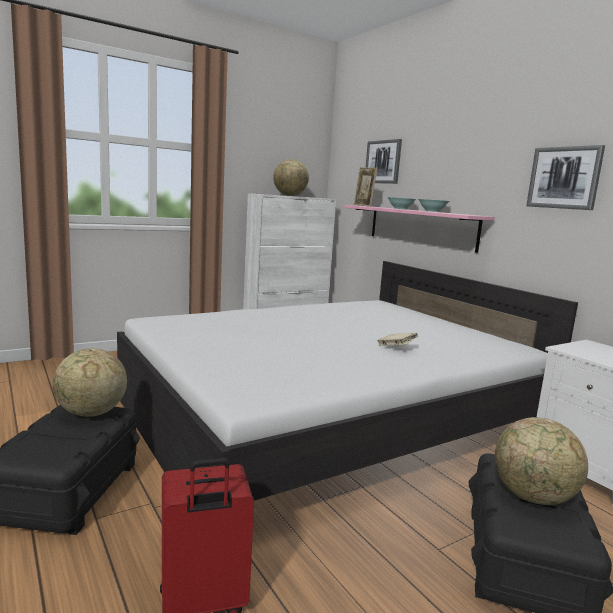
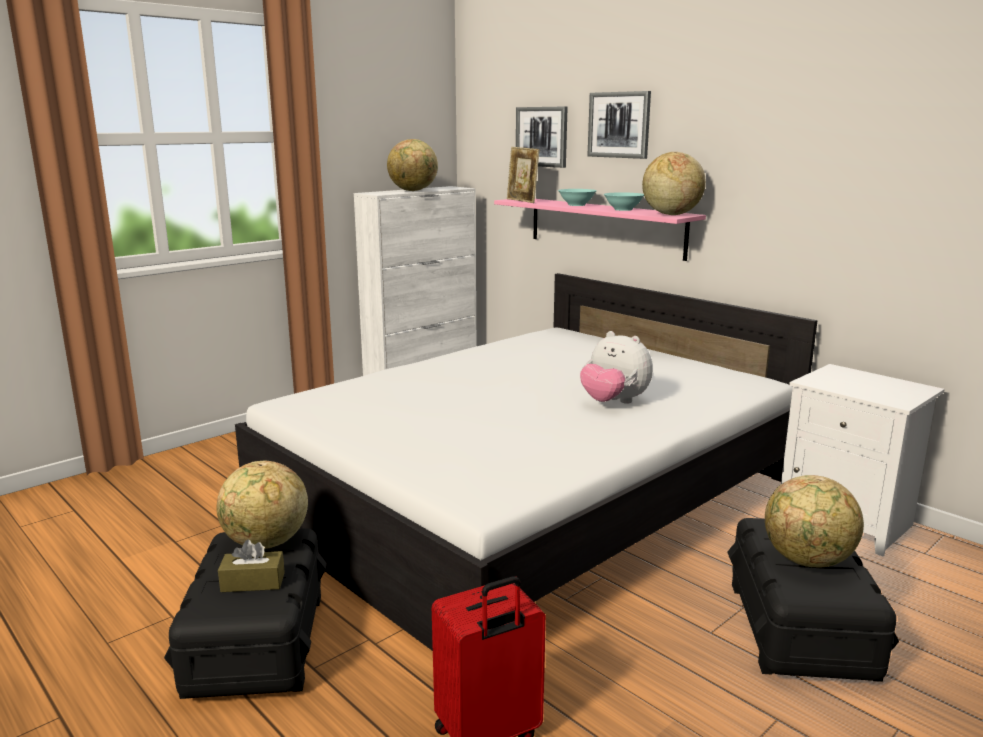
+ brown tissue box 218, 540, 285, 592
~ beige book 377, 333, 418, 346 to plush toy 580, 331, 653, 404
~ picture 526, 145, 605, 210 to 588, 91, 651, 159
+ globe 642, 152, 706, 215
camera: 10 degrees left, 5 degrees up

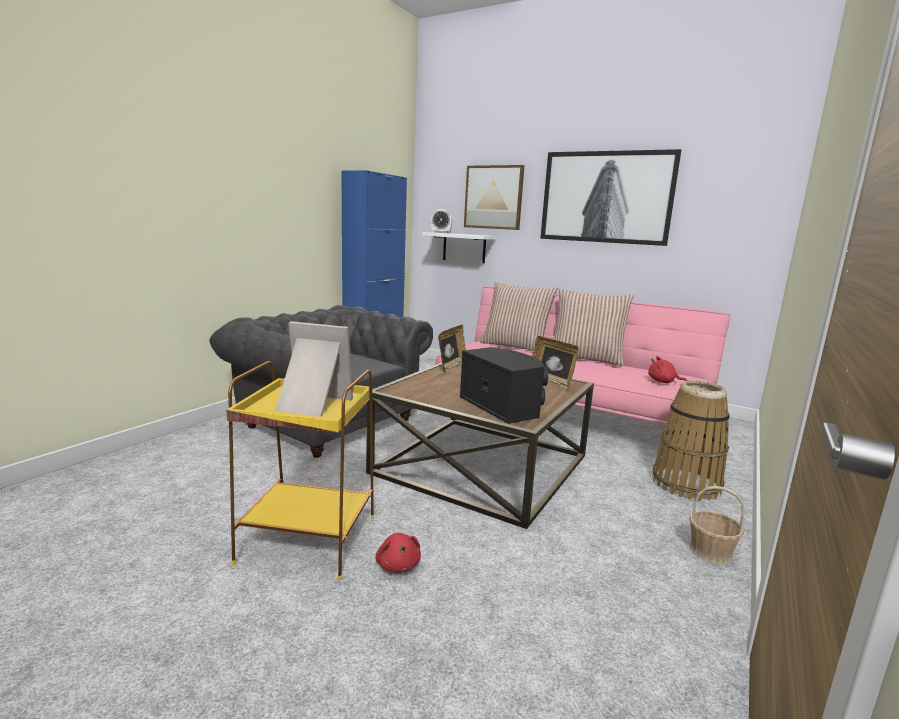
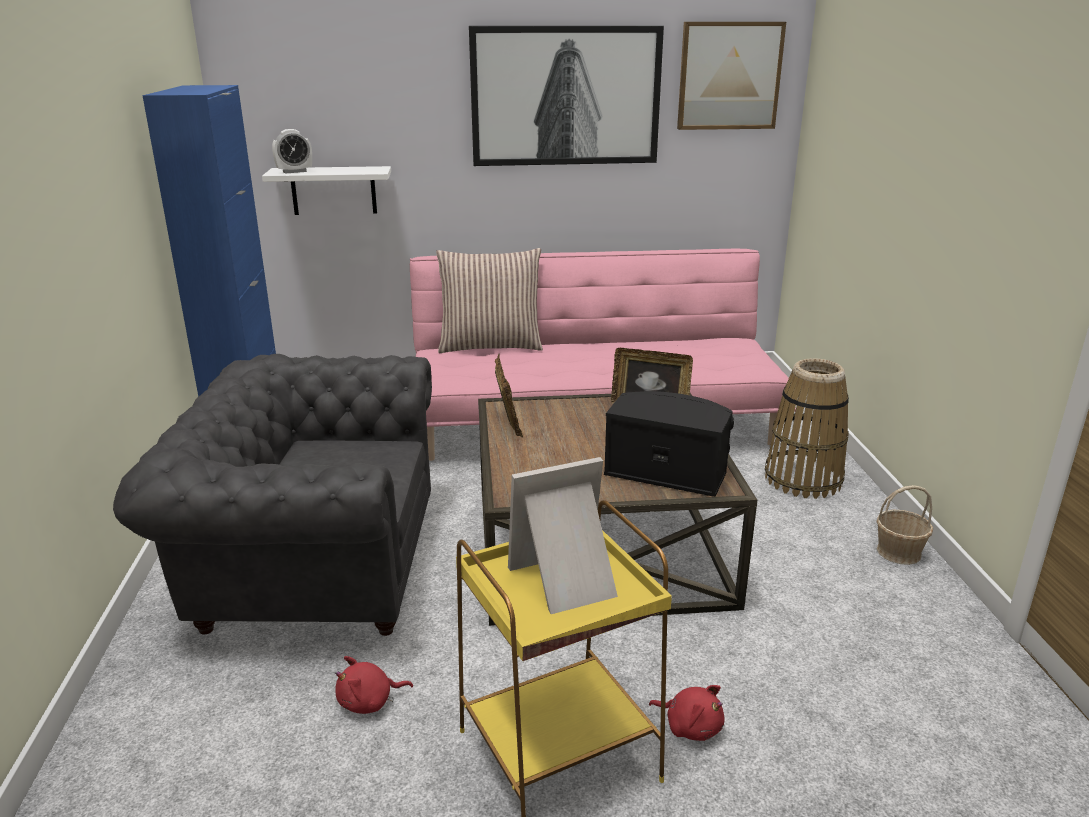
~ red plush toy 648, 356, 687, 384 to 335, 656, 413, 714
~ picture 464, 165, 524, 230 to 677, 22, 786, 130
- pillow 553, 289, 634, 366
camera: 35 degrees left, 10 degrees up

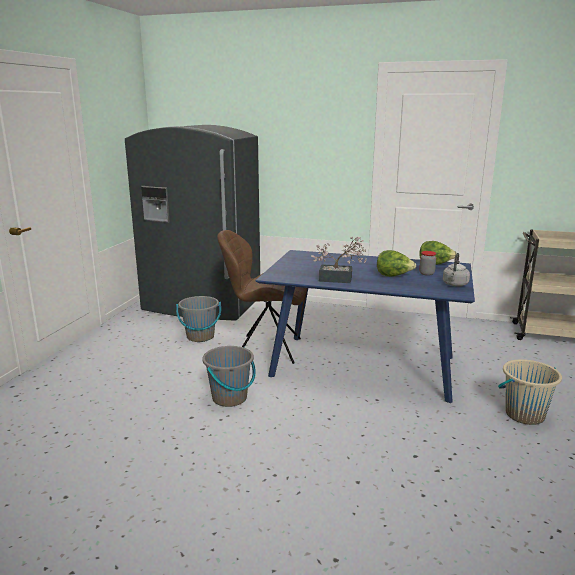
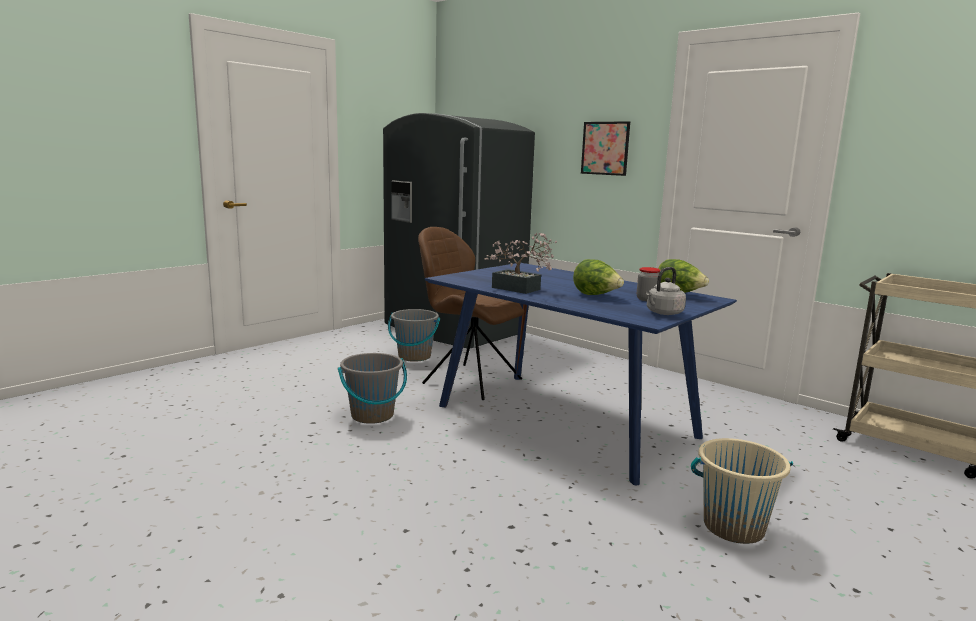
+ picture 581, 121, 630, 176
camera: 25 degrees right, 5 degrees down

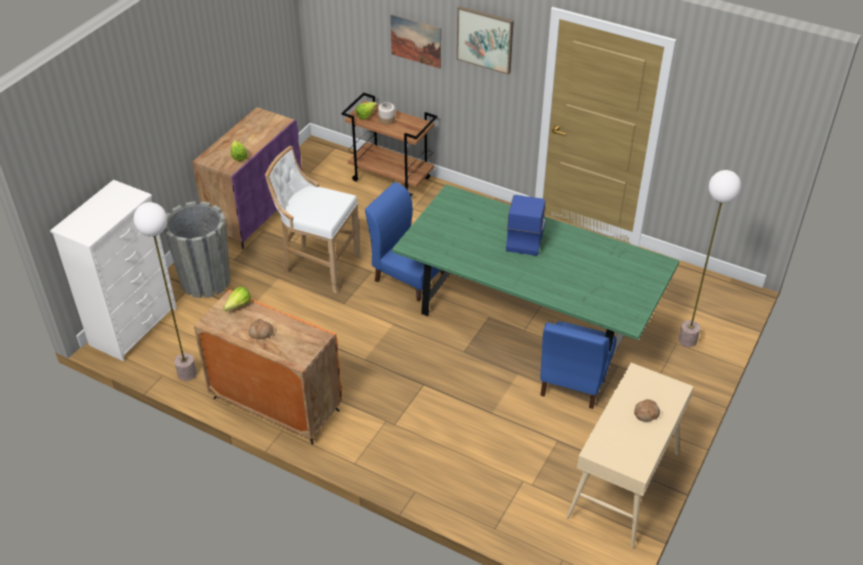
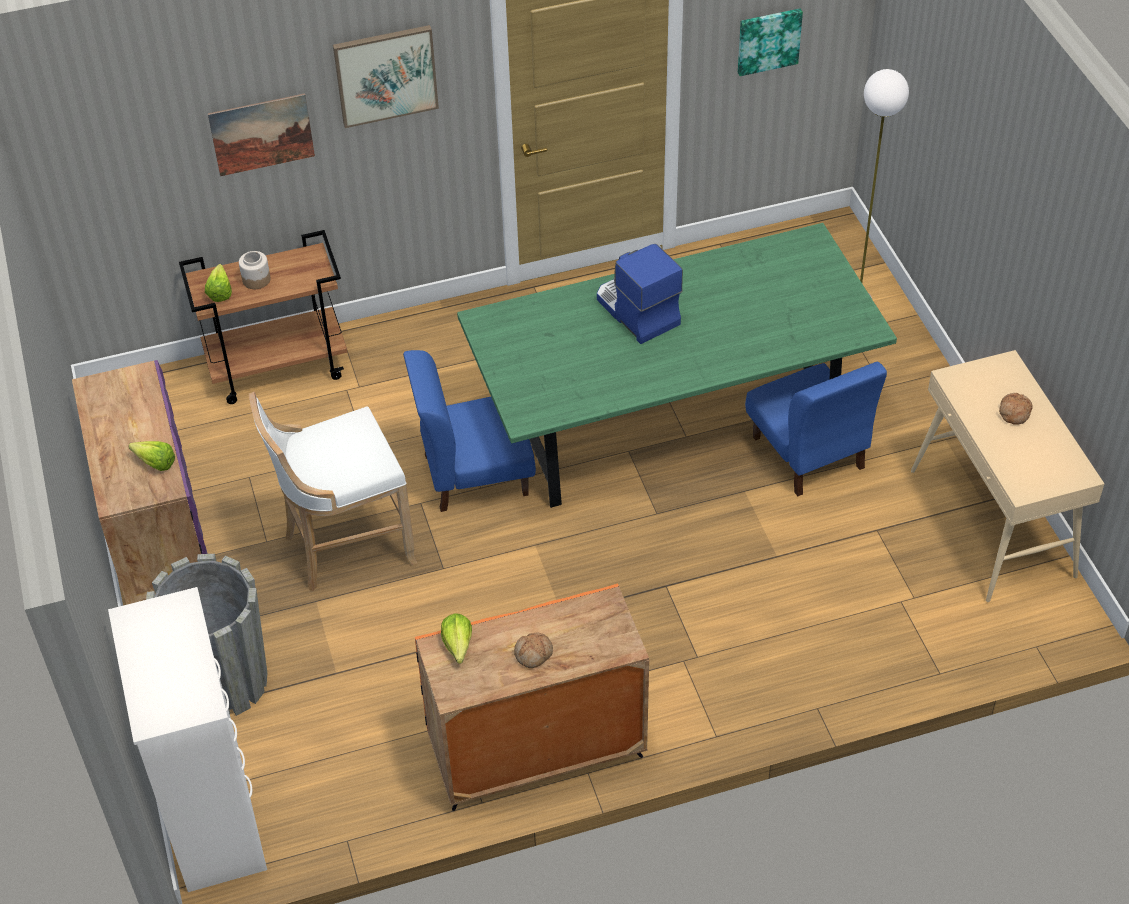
+ picture 738, 8, 803, 76
- floor lamp 134, 202, 197, 381
camera: 45 degrees left, 5 degrees up

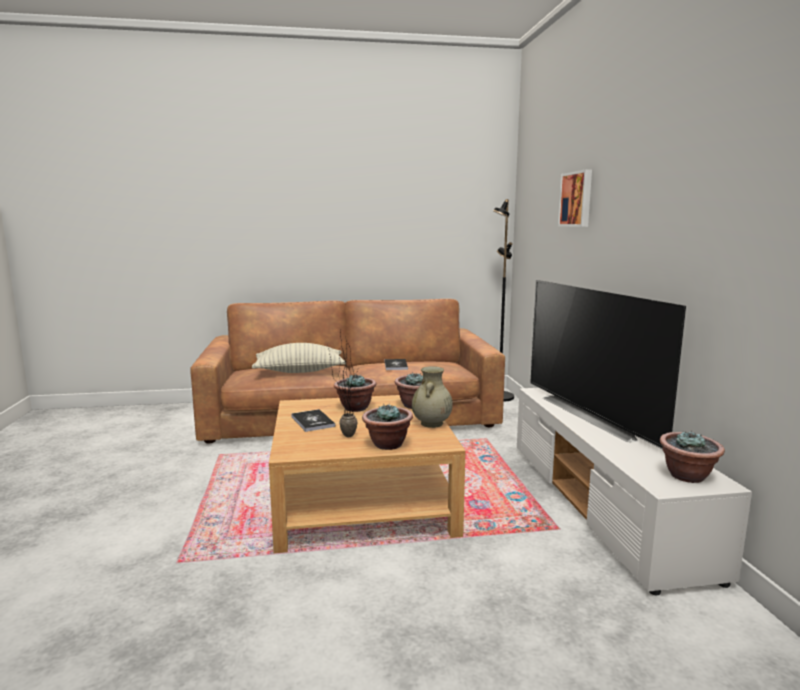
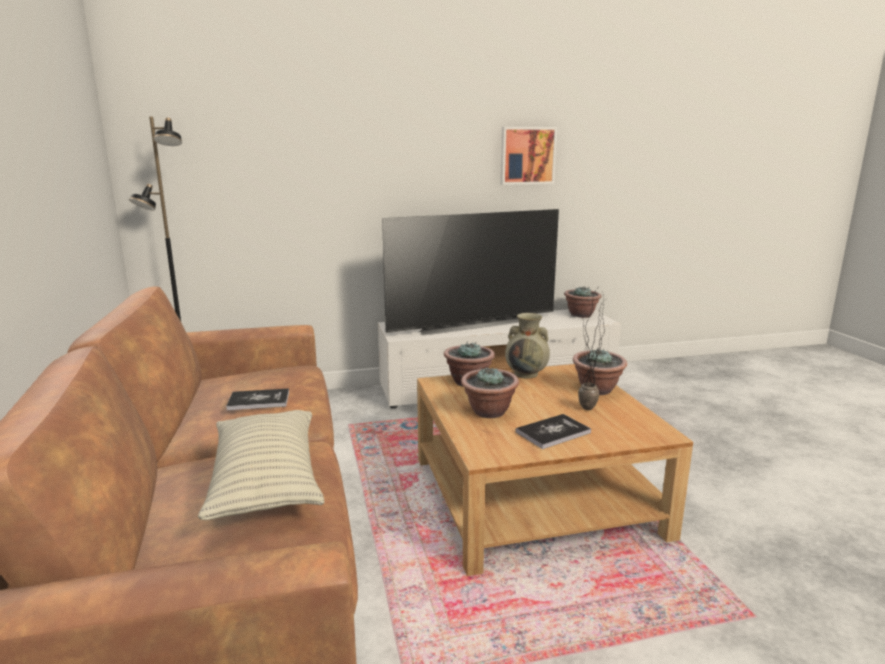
~ picture 558, 170, 592, 227 to 500, 127, 557, 185
camera: 95 degrees left, 5 degrees up

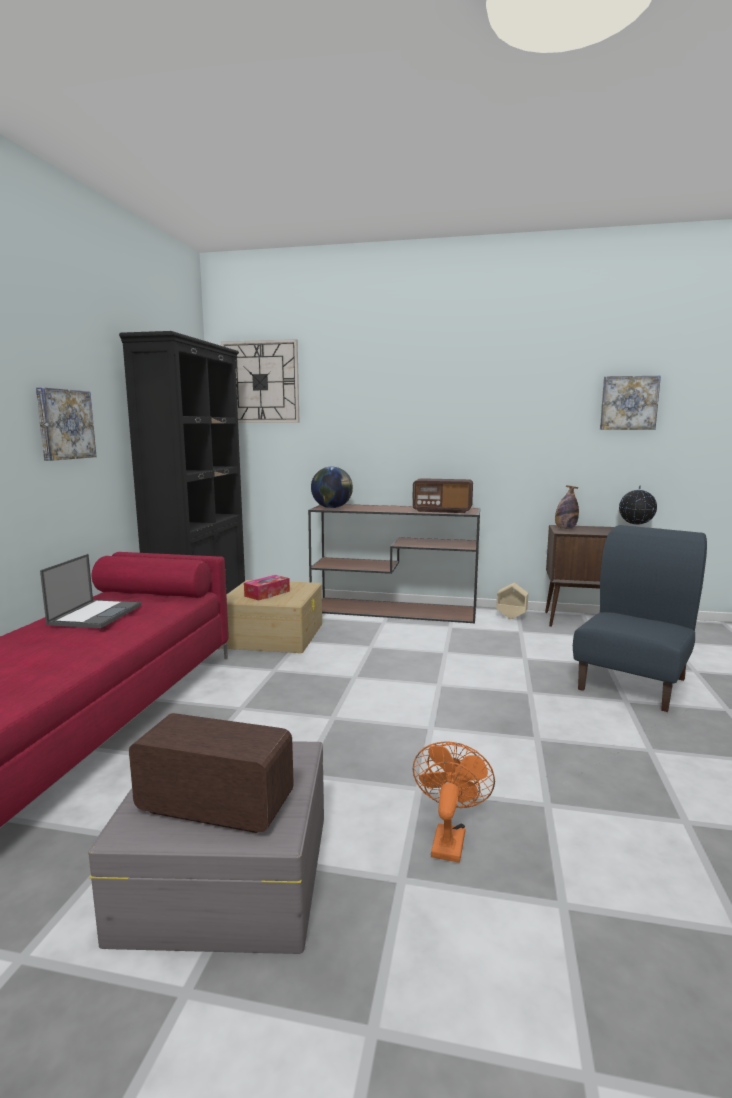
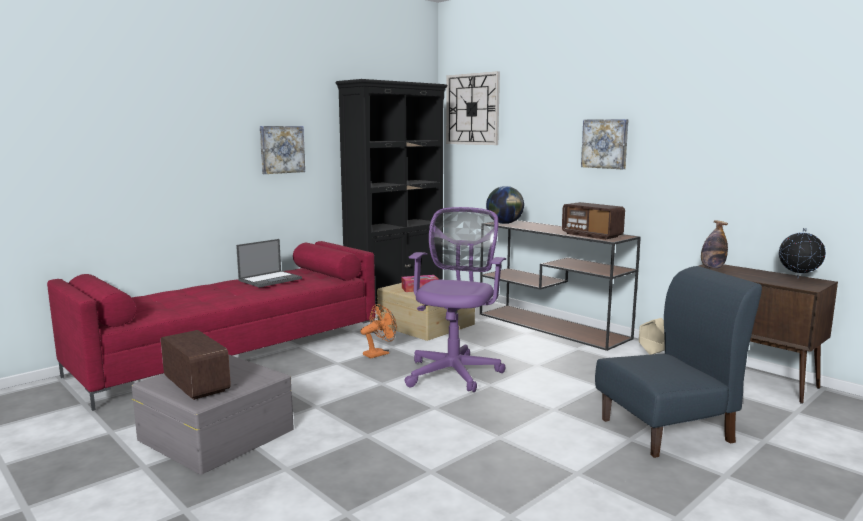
~ orange fan 413, 741, 495, 863 to 360, 304, 397, 359
+ purple office chair 405, 207, 506, 392
~ picture 600, 376, 661, 430 to 581, 119, 629, 169
camera: 35 degrees right, 0 degrees up

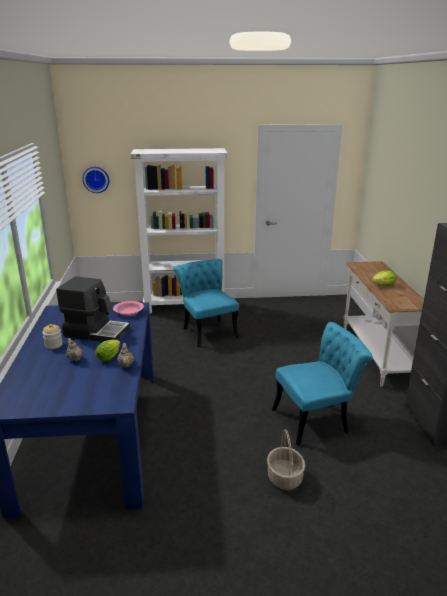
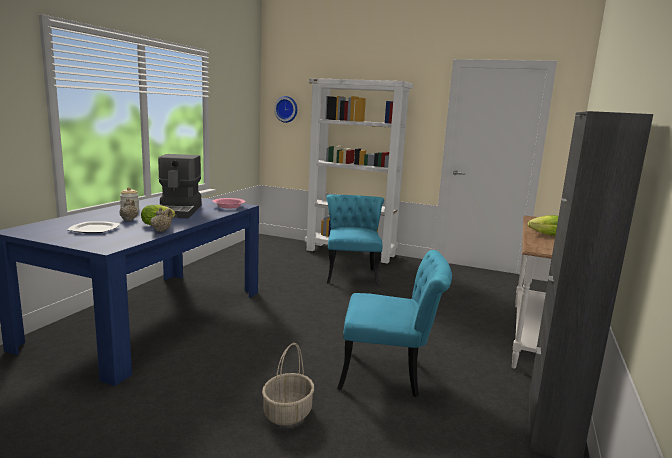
+ plate 68, 221, 120, 233
~ coffee machine 56, 276, 130, 342 = 158, 154, 201, 218 45 degrees clockwise
camera: 25 degrees right, 10 degrees down

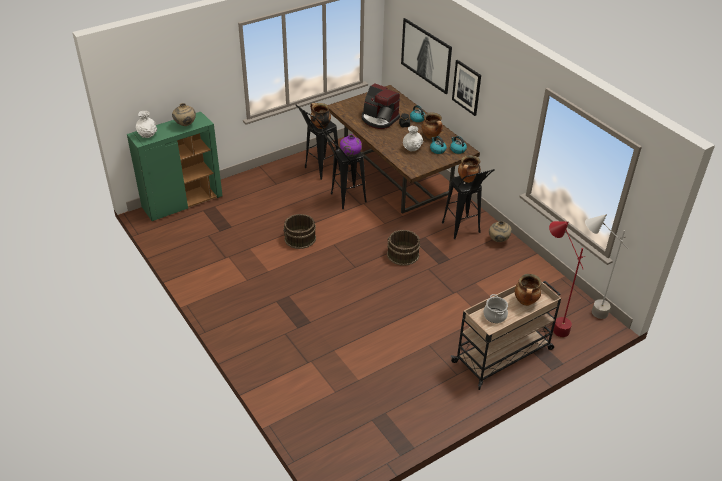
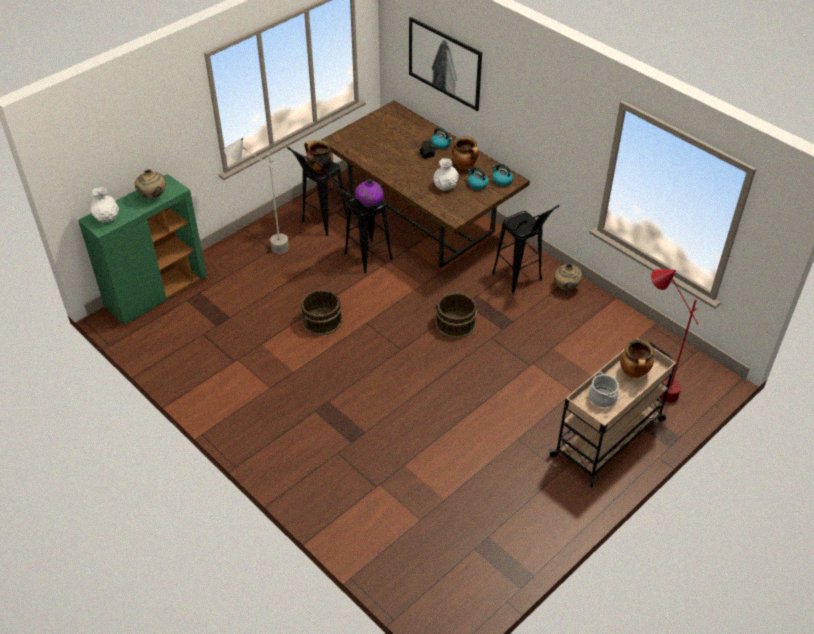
~ grey floor lamp 585, 214, 629, 319 to 224, 138, 289, 254
- coffee machine 362, 83, 400, 129
- picture 452, 60, 481, 116
- cooking pot 458, 155, 481, 183
camera: 10 degrees left, 5 degrees up

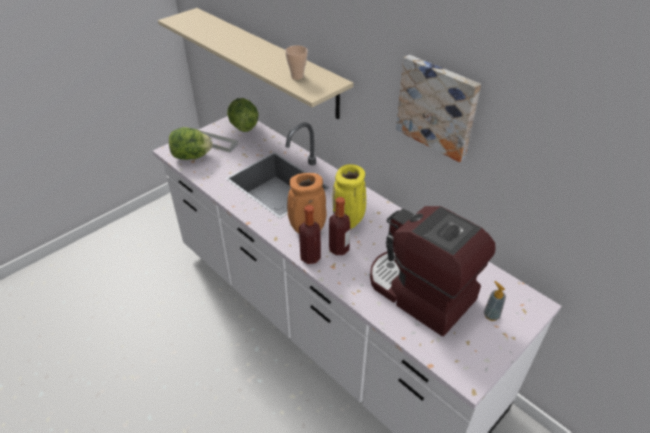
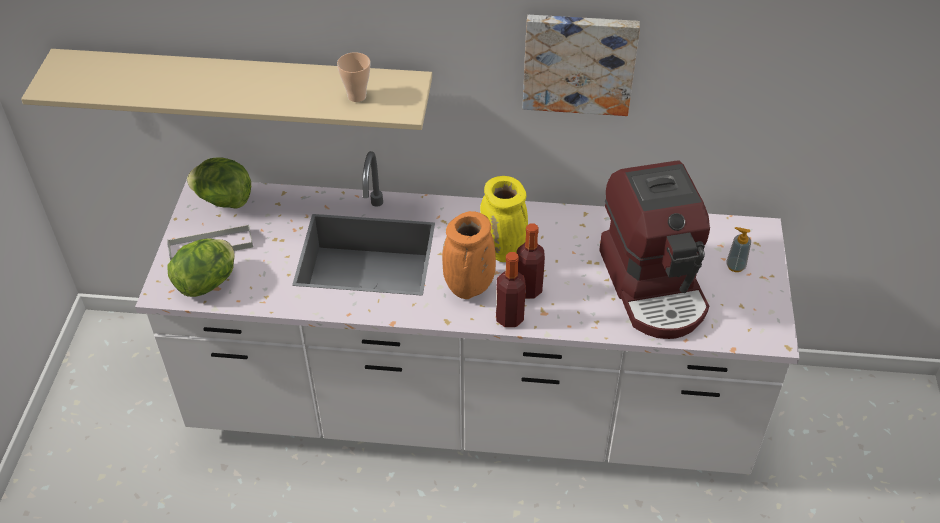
~ coffee machine 370, 206, 496, 336 = 599, 160, 710, 339 105 degrees counterclockwise
camera: 40 degrees left, 5 degrees up

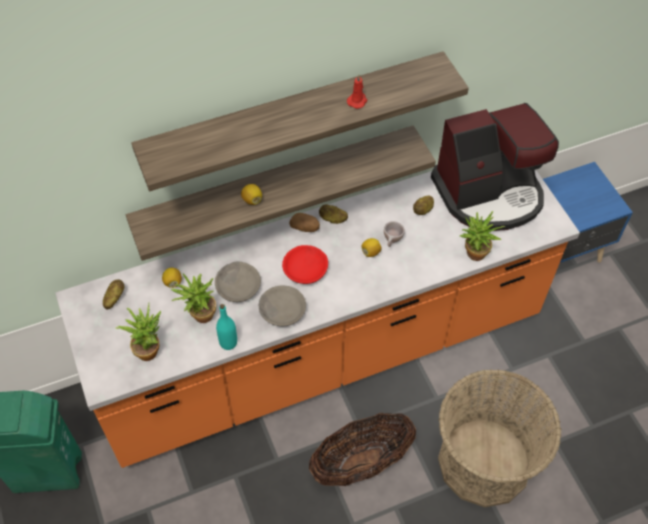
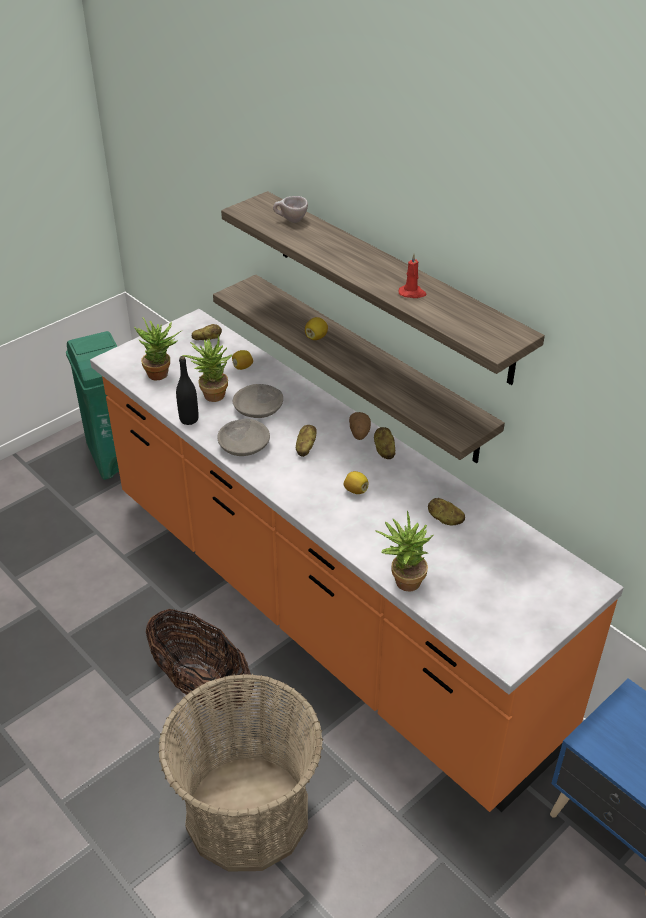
~ turquoise bottle 216, 304, 237, 350 to black bottle 176, 356, 198, 425
~ beige cup 384, 221, 405, 247 to 273, 196, 308, 223
~ red bowl 282, 245, 328, 284 to potato 296, 425, 317, 457
- coffee machine 431, 103, 559, 231
camera: 70 degrees right, 15 degrees down

